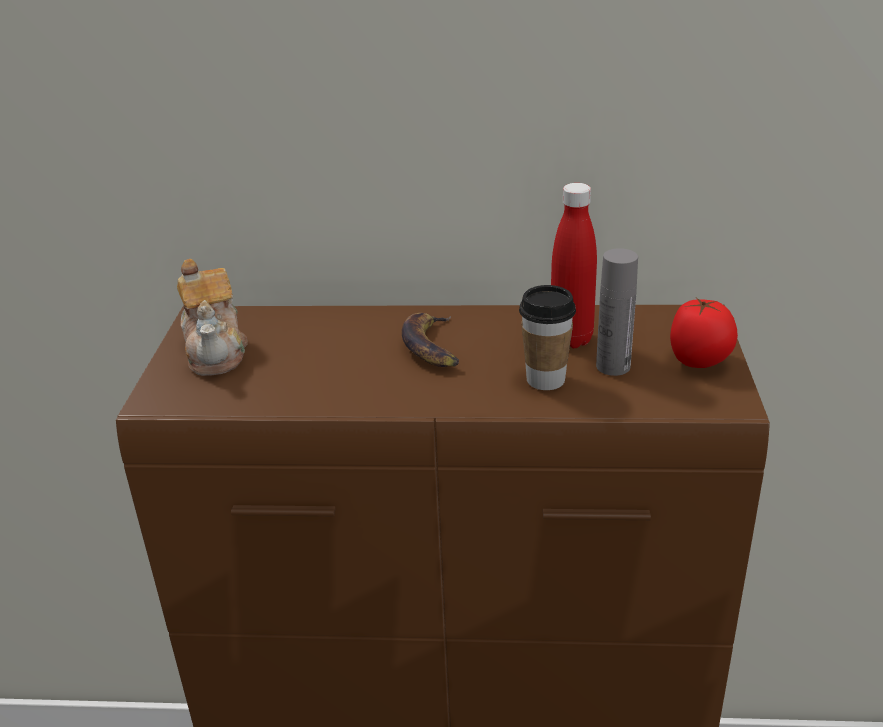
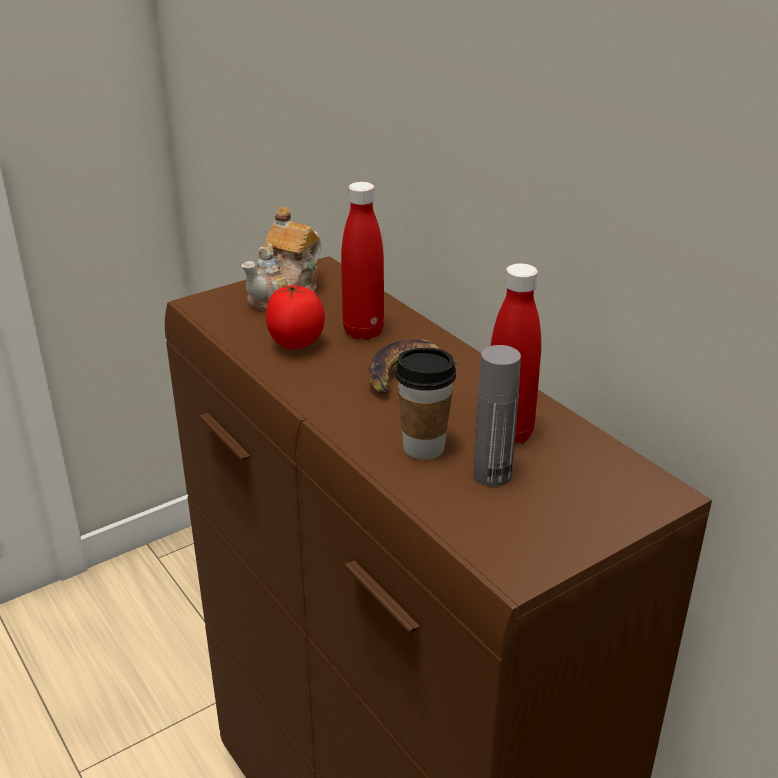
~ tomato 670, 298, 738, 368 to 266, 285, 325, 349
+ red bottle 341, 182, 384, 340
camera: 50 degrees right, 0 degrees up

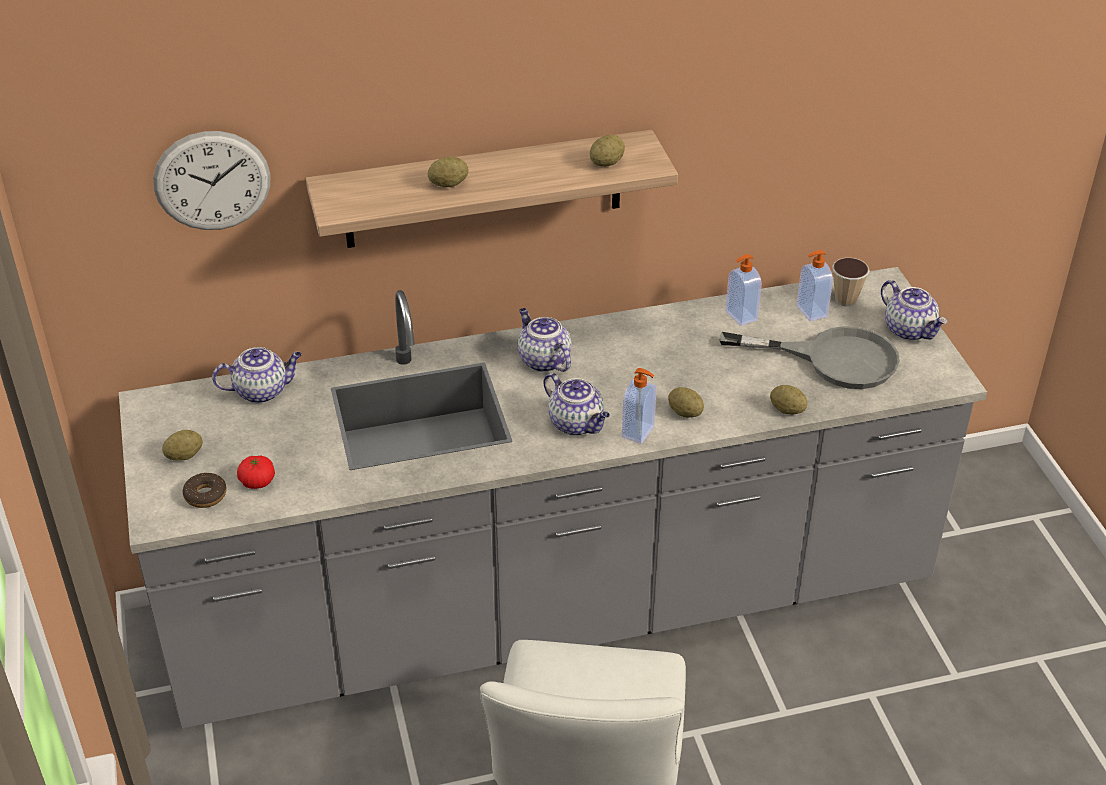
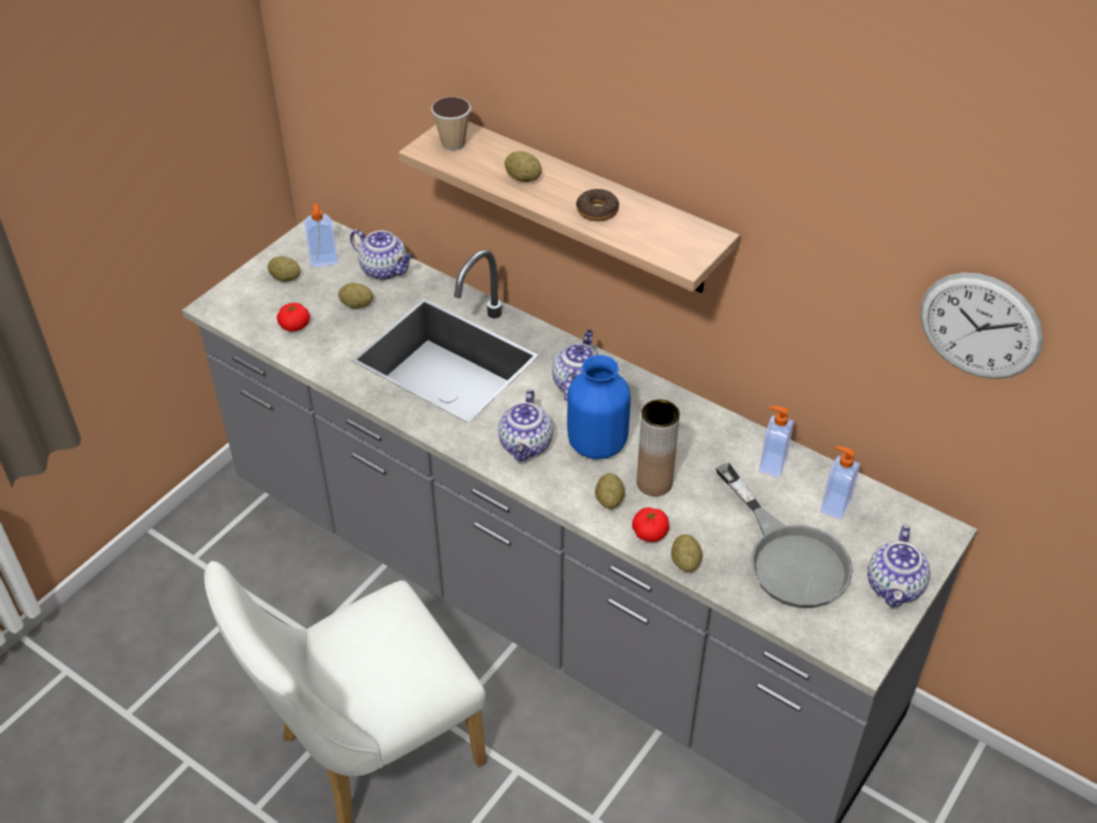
~ soap dispenser 622, 368, 656, 444 to 304, 204, 338, 267
~ potato 590, 135, 625, 167 to 338, 283, 373, 309
~ cup 832, 258, 870, 307 to 431, 97, 471, 151
+ blue vase 567, 355, 631, 459
~ donut 183, 473, 226, 508 to 576, 189, 619, 221
+ tomato 632, 507, 669, 542
+ brown vase 637, 399, 680, 496
~ wall clock 153, 131, 270, 230 to 920, 272, 1043, 379
camera: 50 degrees right, 5 degrees up

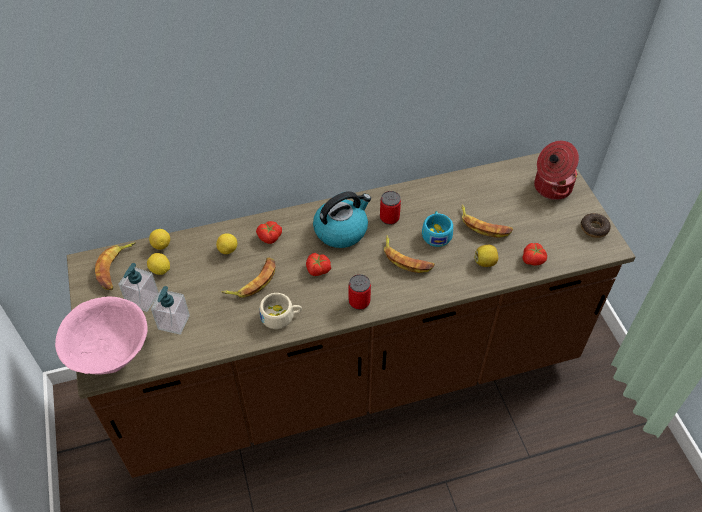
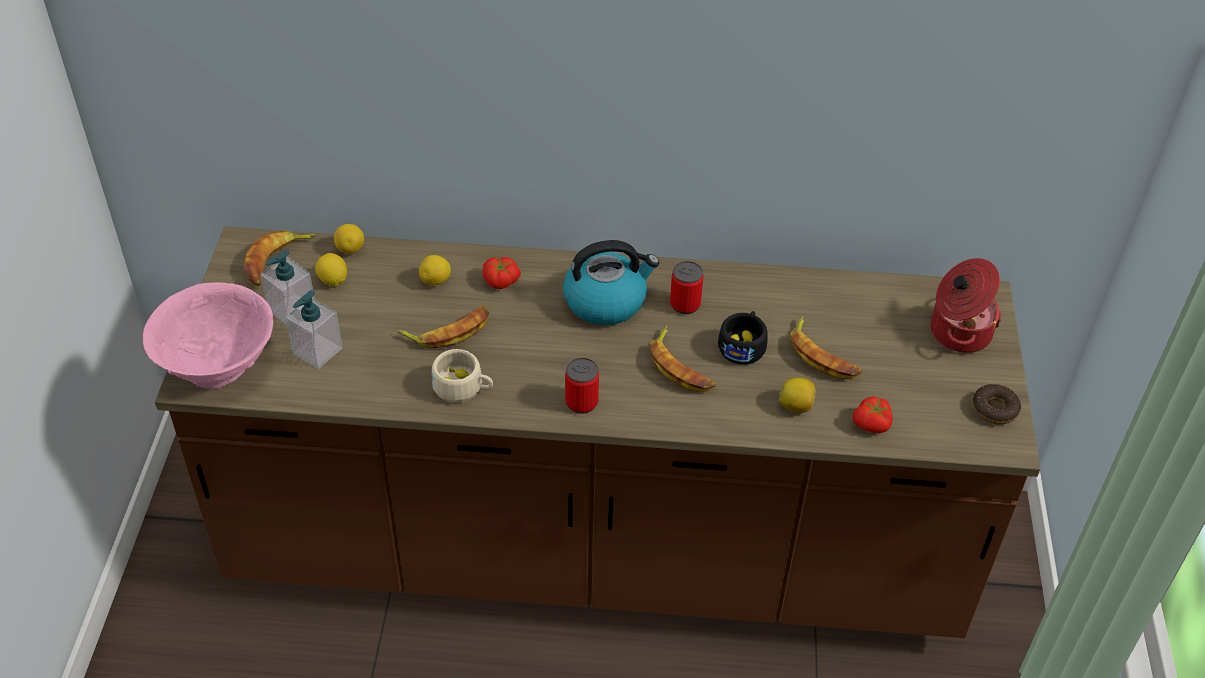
~ turquoise cup 422, 211, 453, 247 to black cup 718, 311, 768, 364
- tomato 306, 253, 331, 276
camera: 20 degrees right, 5 degrees down

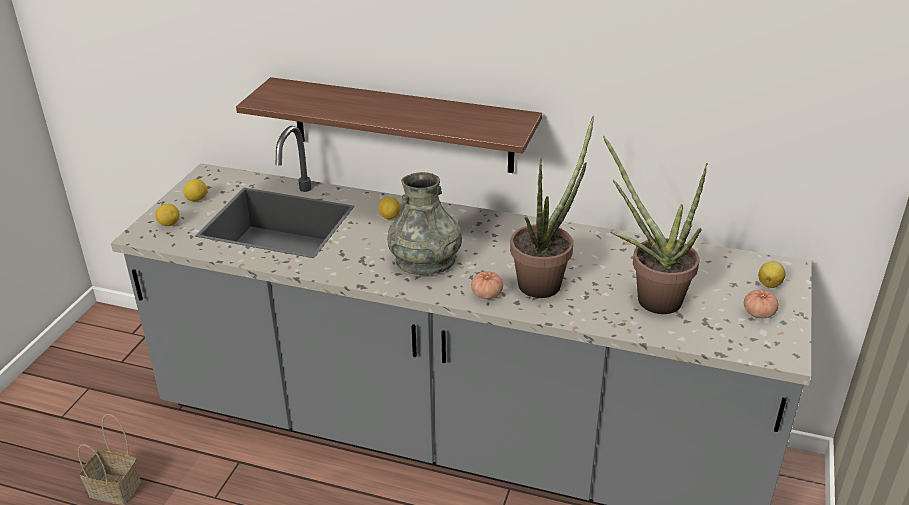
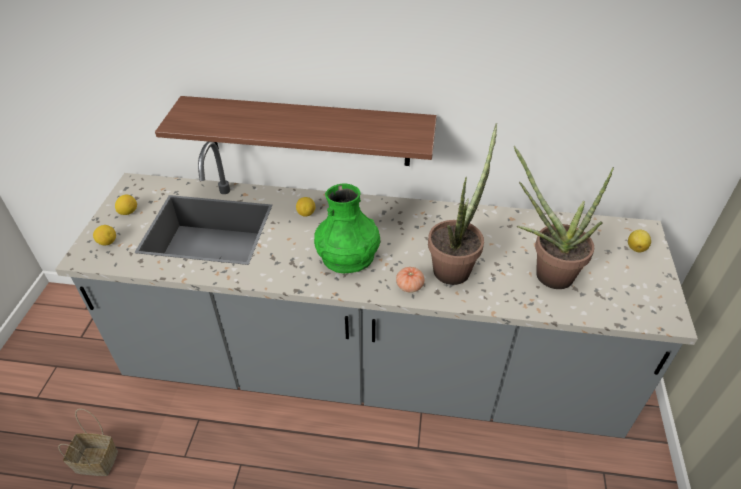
~ grey vase 387, 172, 462, 275 to green vase 314, 184, 380, 273
- tomato 744, 290, 779, 318
camera: 10 degrees left, 10 degrees up

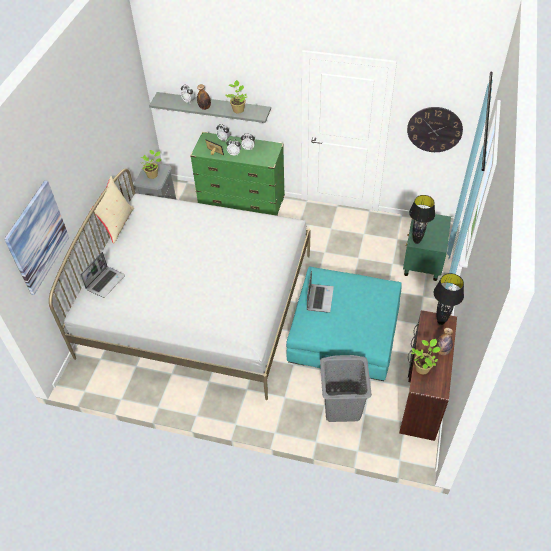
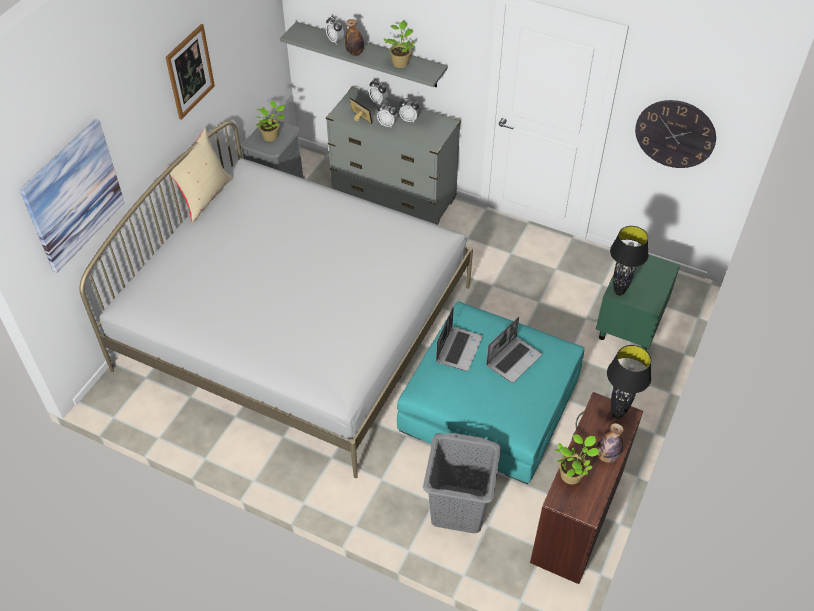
+ picture 165, 24, 215, 120
~ green dresser 190, 132, 285, 216 to grey dresser 326, 87, 461, 225
~ laptop 80, 252, 125, 298 to 486, 317, 542, 383
camera: 10 degrees right, 0 degrees up

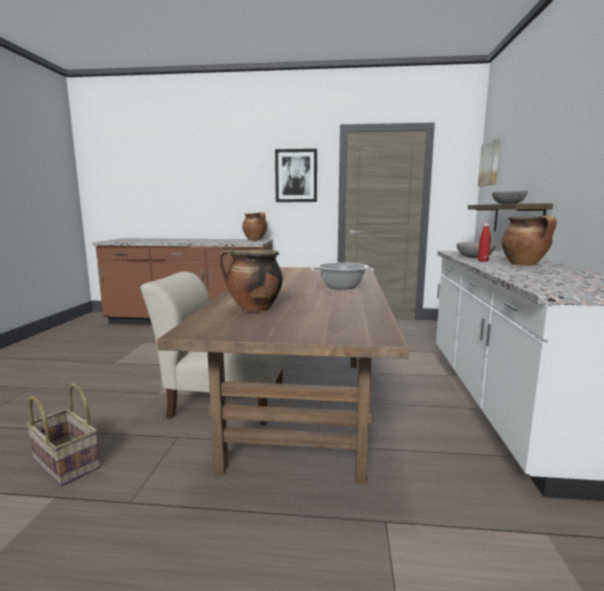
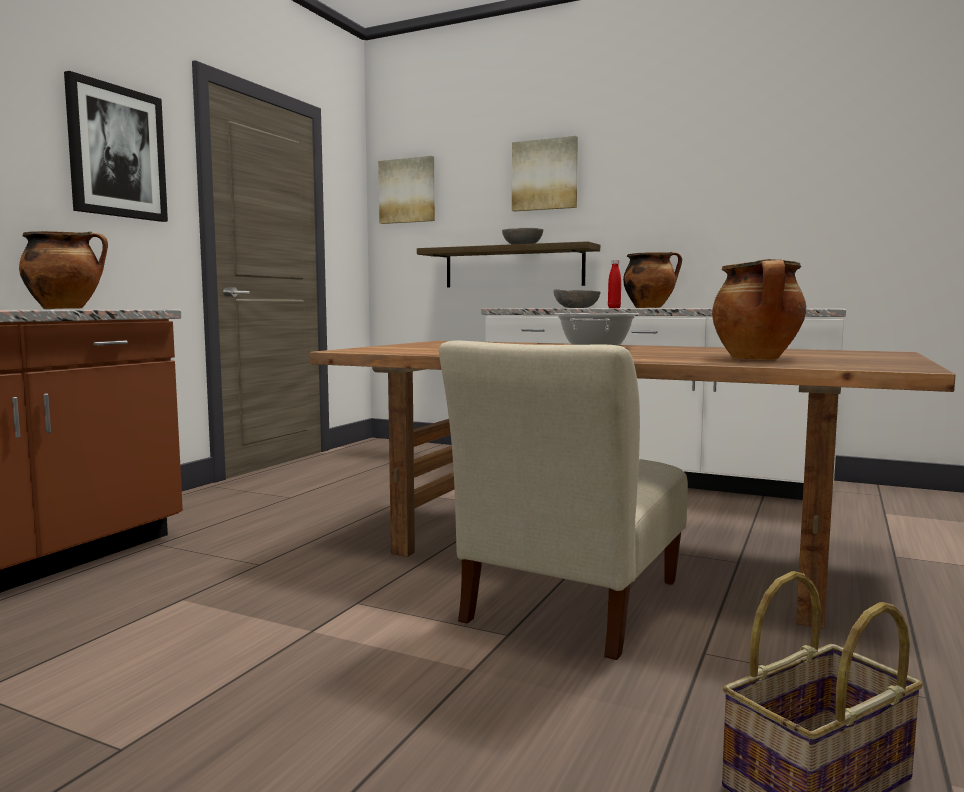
+ picture 512, 136, 578, 212
camera: 70 degrees left, 5 degrees down

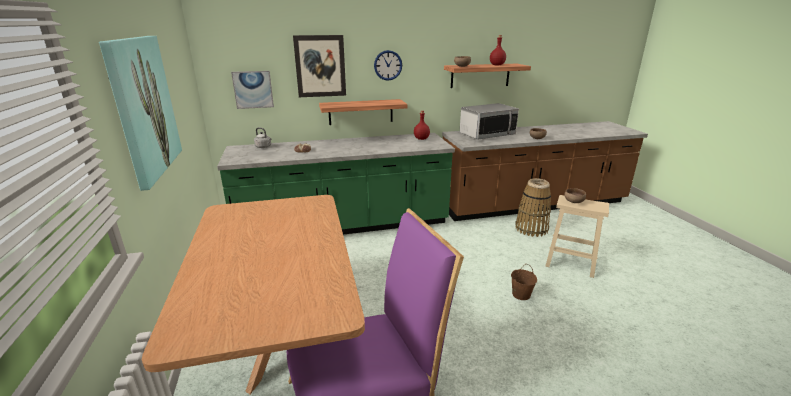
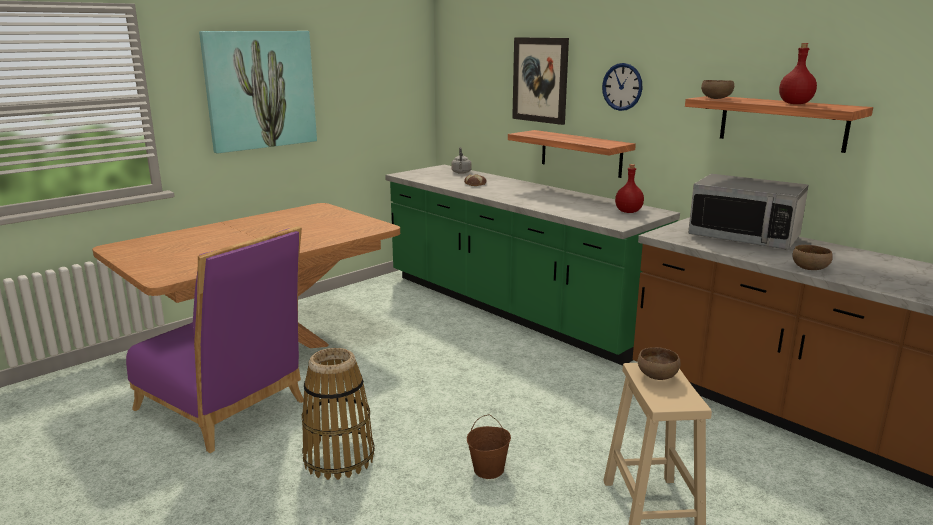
~ basket 515, 178, 551, 237 to 302, 348, 375, 480
- picture 231, 71, 274, 109
camera: 60 degrees right, 5 degrees down

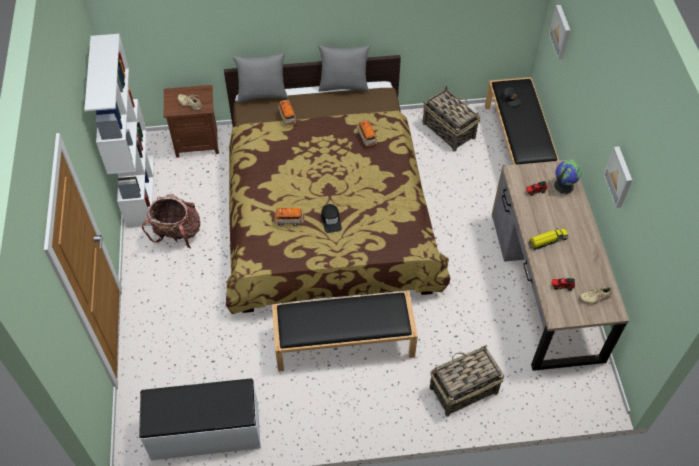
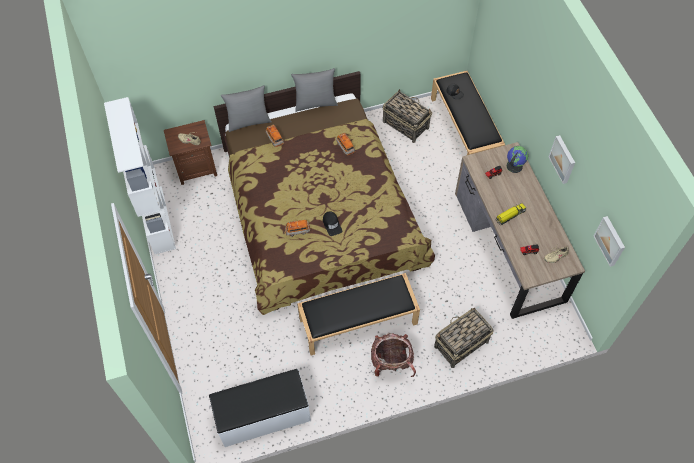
~ backpack 142, 194, 200, 248 to 371, 333, 416, 377
~ picture 549, 5, 570, 59 to 594, 216, 625, 267
camera: 10 degrees left, 5 degrees up

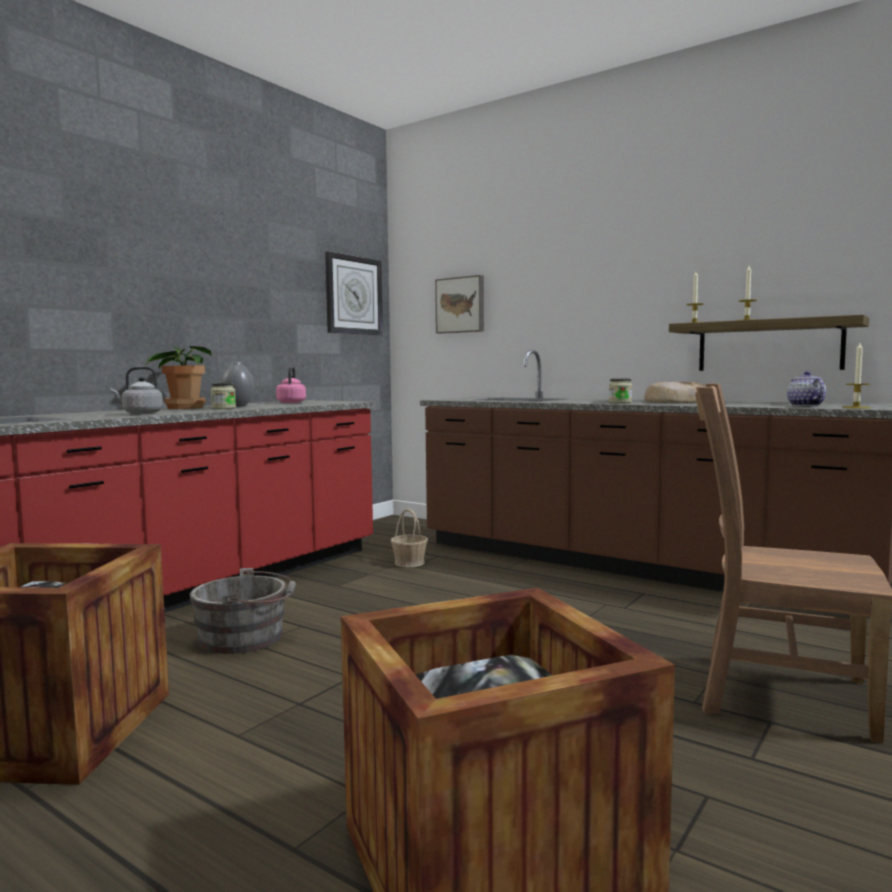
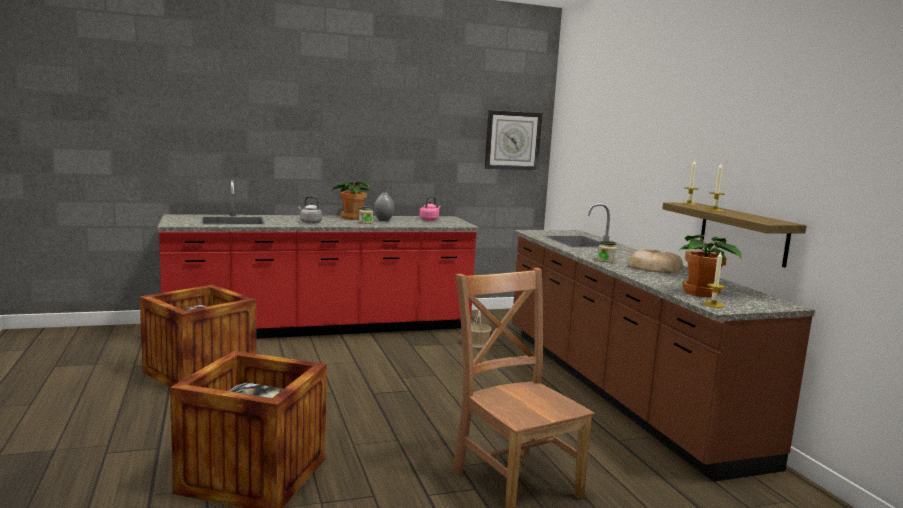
~ teapot 787, 371, 826, 406 to potted plant 680, 235, 742, 297
- grey bucket 190, 568, 296, 654
- picture 435, 275, 484, 333
camera: 35 degrees right, 5 degrees up

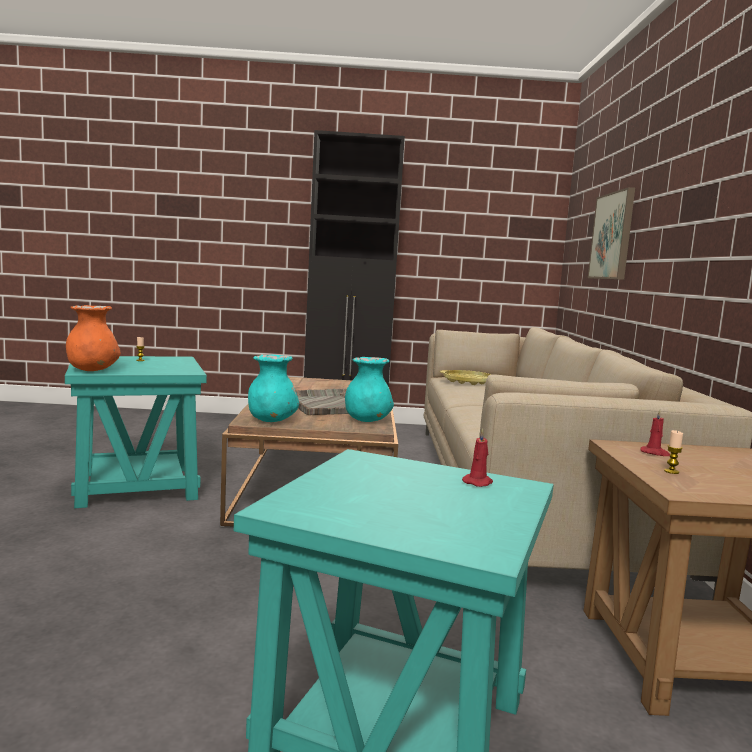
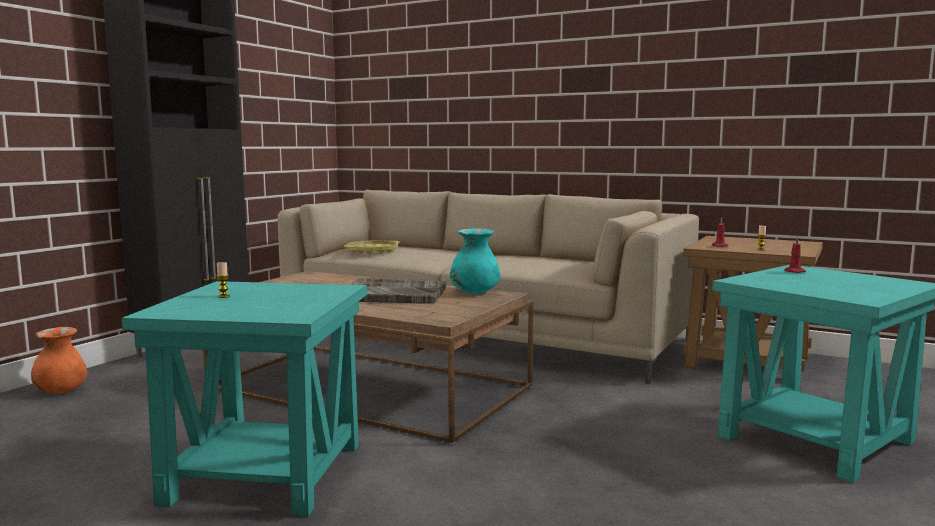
~ orange vase 66, 305, 121, 371 to 31, 327, 87, 394
- turquoise vase 248, 354, 299, 422
- picture 588, 187, 635, 280
camera: 60 degrees left, 0 degrees up

